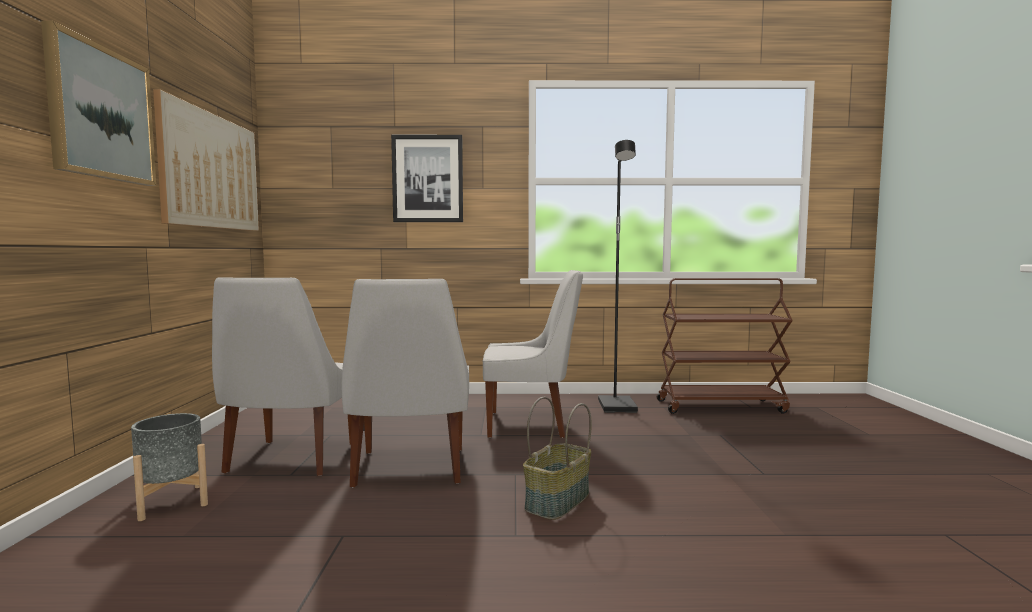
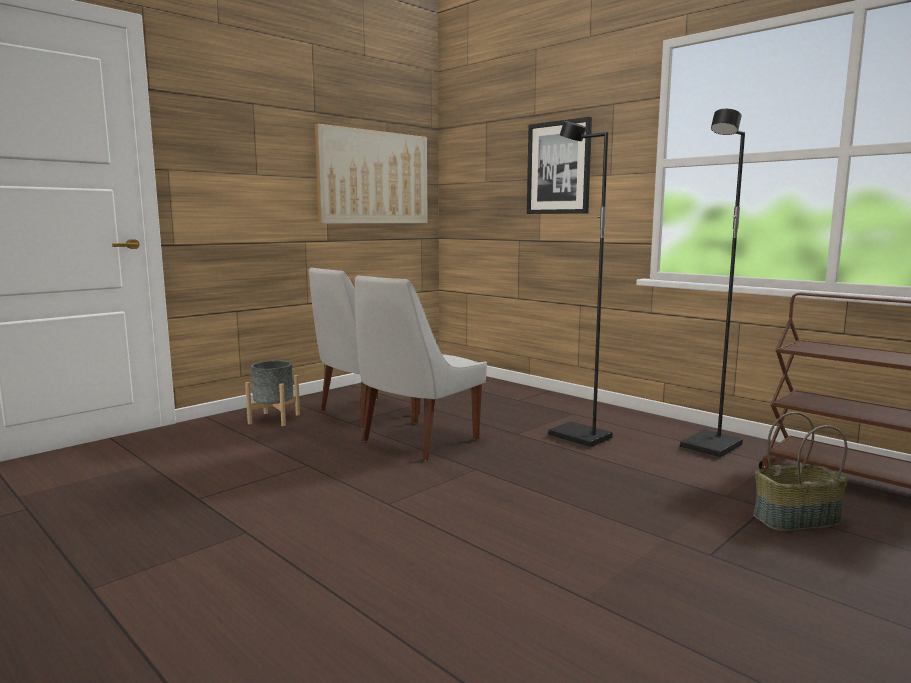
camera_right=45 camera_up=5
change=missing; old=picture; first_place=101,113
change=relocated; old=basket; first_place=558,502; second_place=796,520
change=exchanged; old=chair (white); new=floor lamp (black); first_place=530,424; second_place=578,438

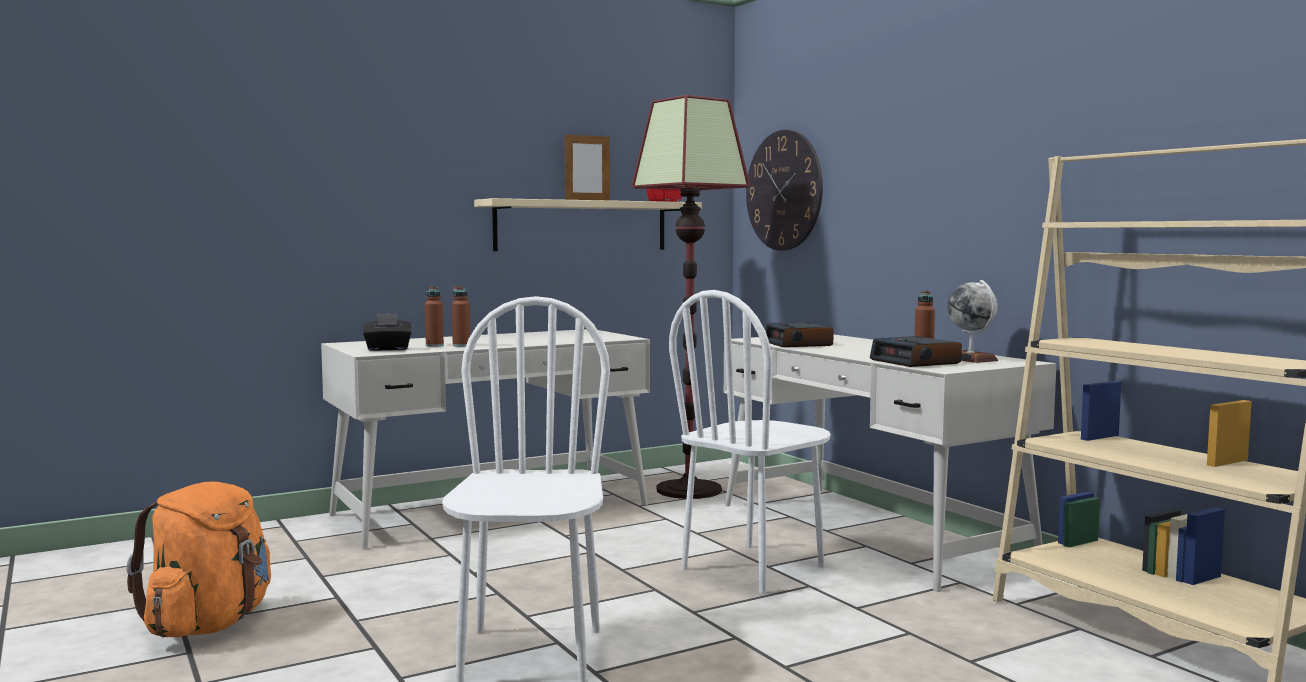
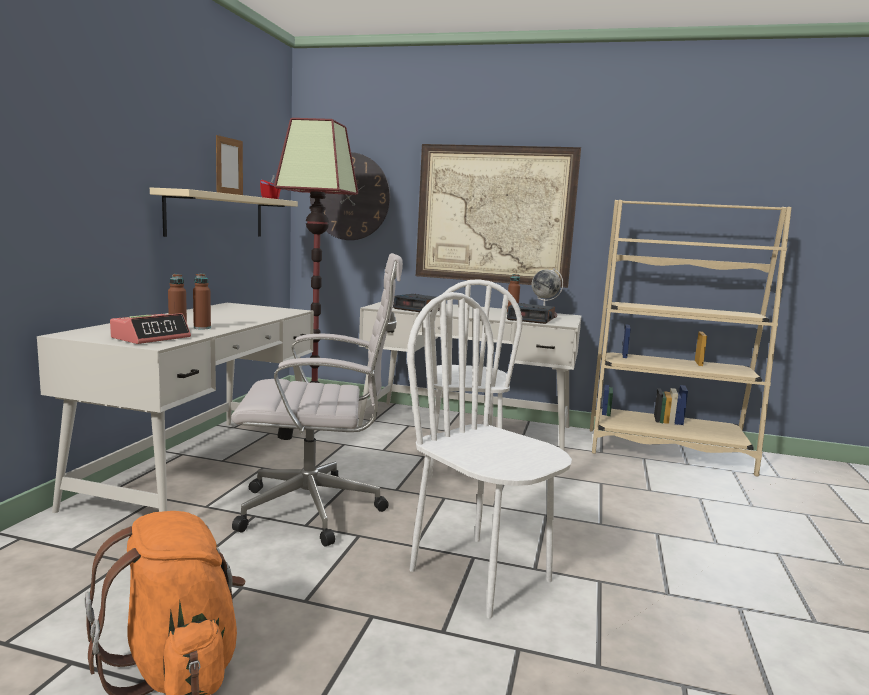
camera_right=-45 camera_up=5
change=appeared; new=office chair (white); second_place=317,510
change=appeared; new=picture; second_place=494,215
change=exchanged; old=tissue box (black); new=alarm clock; first_place=388,349; second_place=151,338

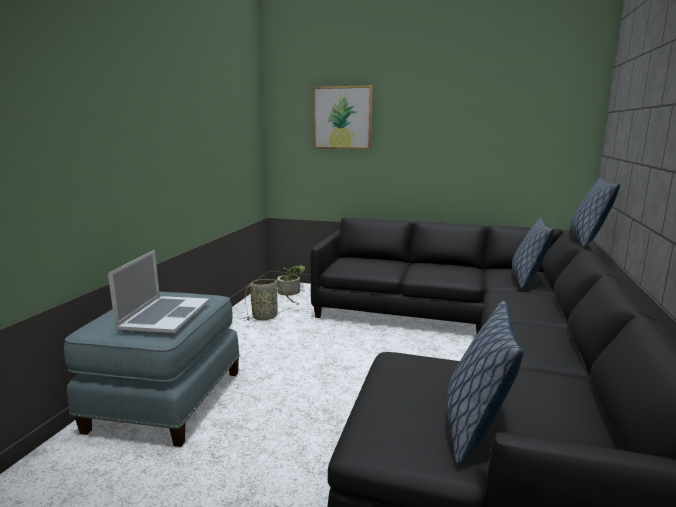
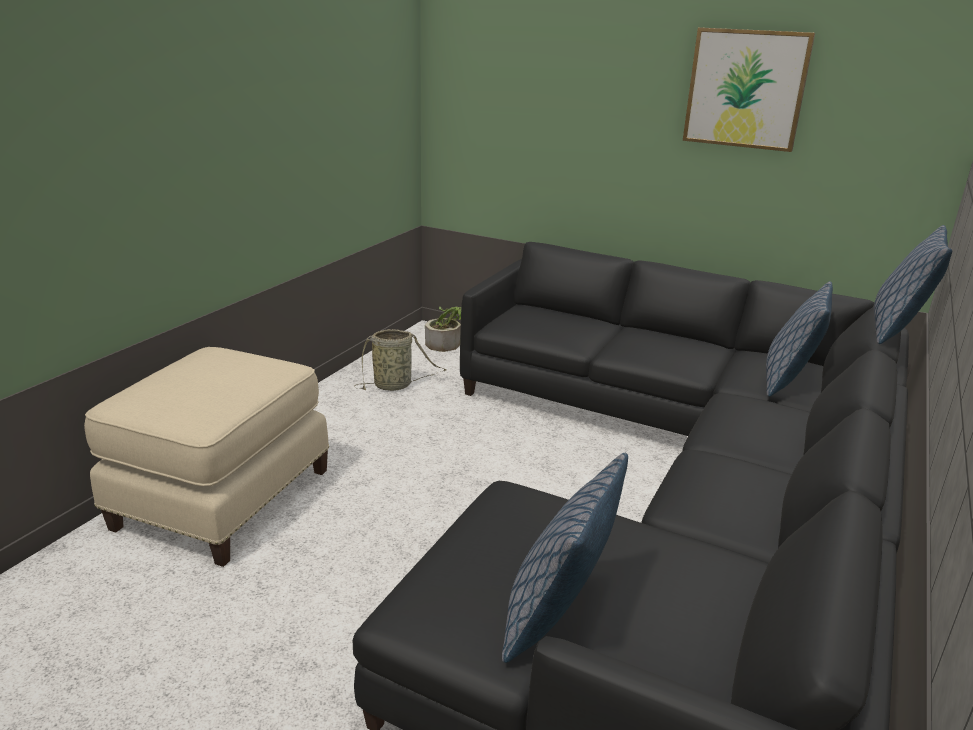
camera_right=10 camera_up=10
change=missing; old=laptop; first_place=164,314
change=relocated; old=picture; first_place=342,118; second_place=746,89
change=colour; old=ottoman (blue); new=ottoman (beige); first_place=165,399; second_place=221,497

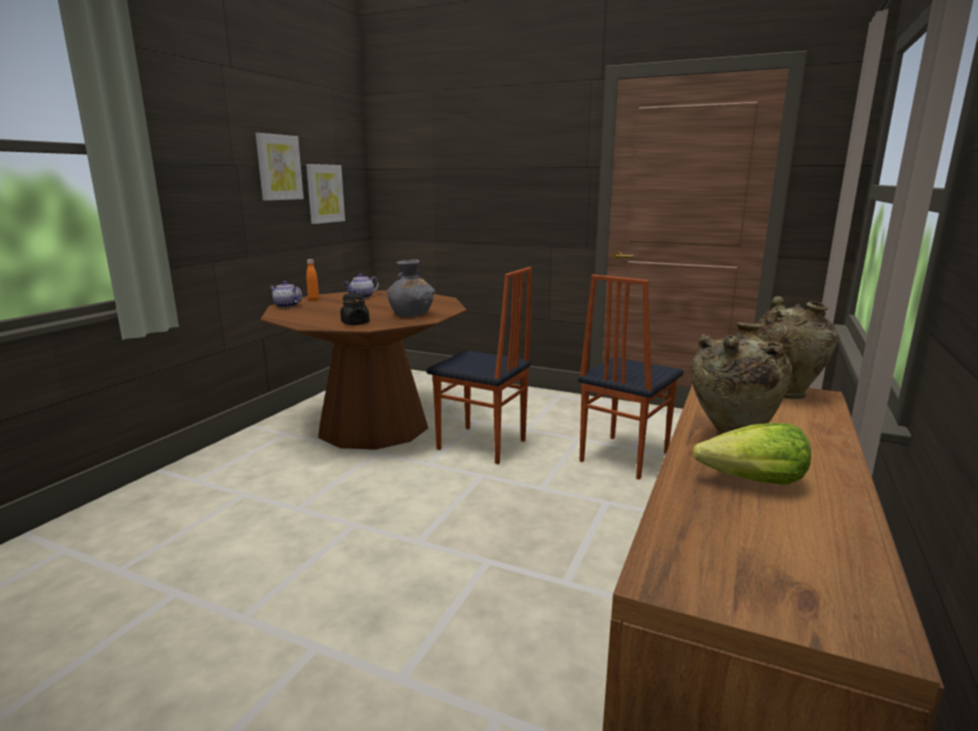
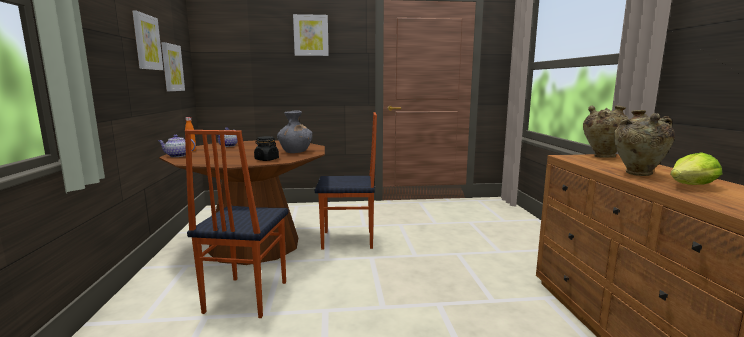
camera_right=-30 camera_up=-5
change=appeared; new=picture; second_place=311,35
change=relocated; old=chair; first_place=622,456; second_place=245,297

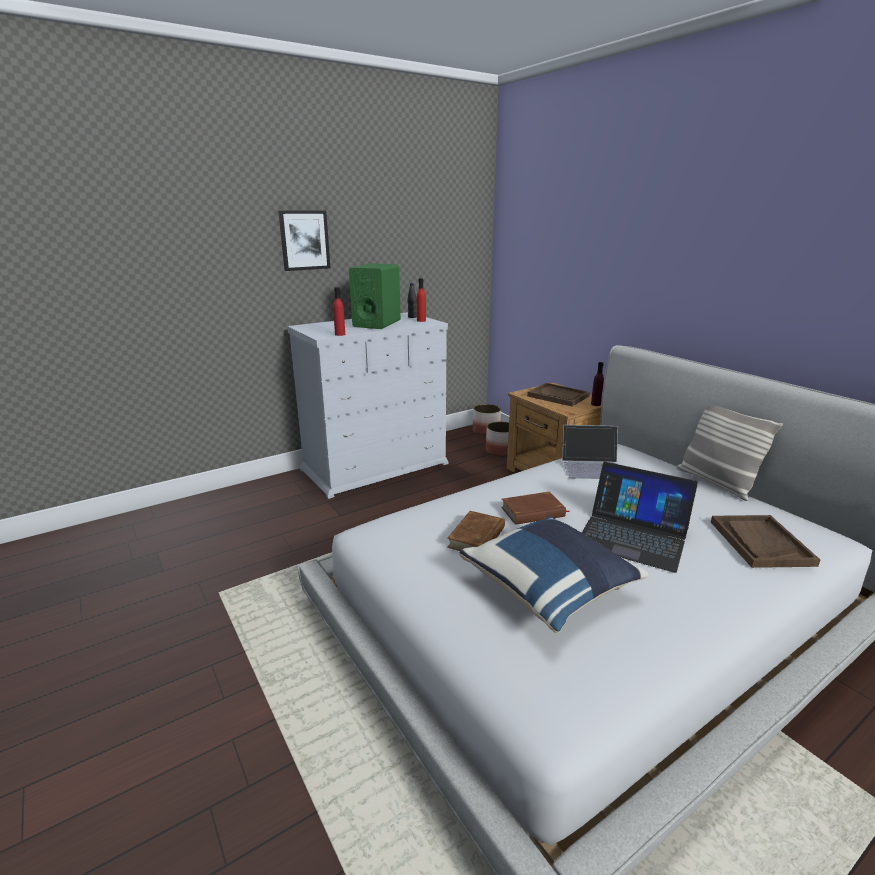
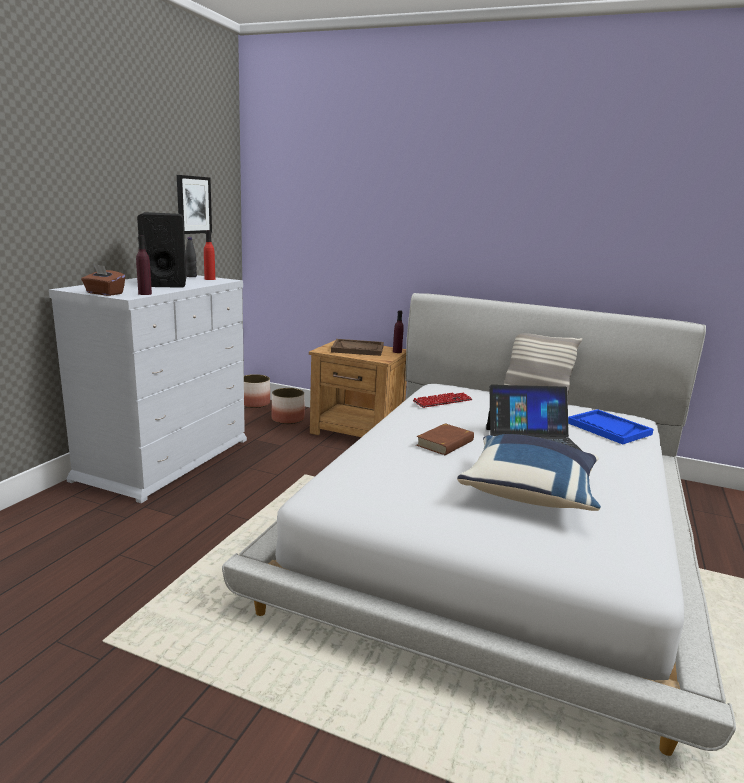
camera_right=-35 camera_up=-5
change=missing; old=book (brown); first_place=477,537
change=appeared; new=tissue box (brown); second_place=104,293
change=relocated; old=picture; first_place=304,240; second_place=193,205
change=exchanged; old=laptop; new=keyboard; first_place=592,466; second_place=442,401
change=colour; old=bottle (red); new=bottle (purple); first_place=340,334; second_place=145,294
change=colour; old=speaker (green); new=speaker (black); first_place=377,323; second_place=165,283
change=colour; old=tray (brown); new=tray (blue); first_place=760,542; second_place=608,428

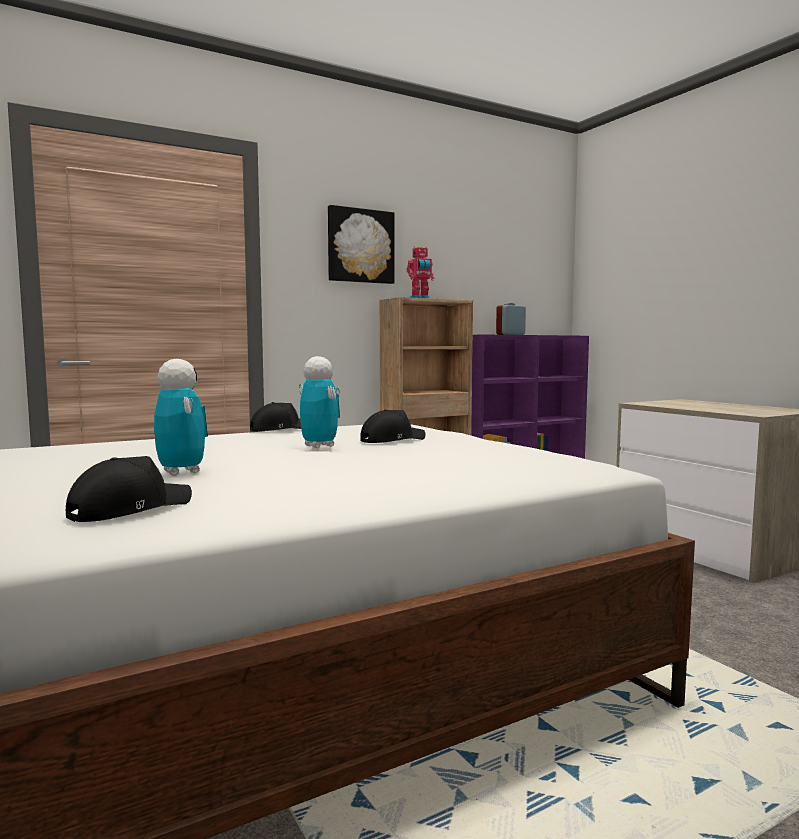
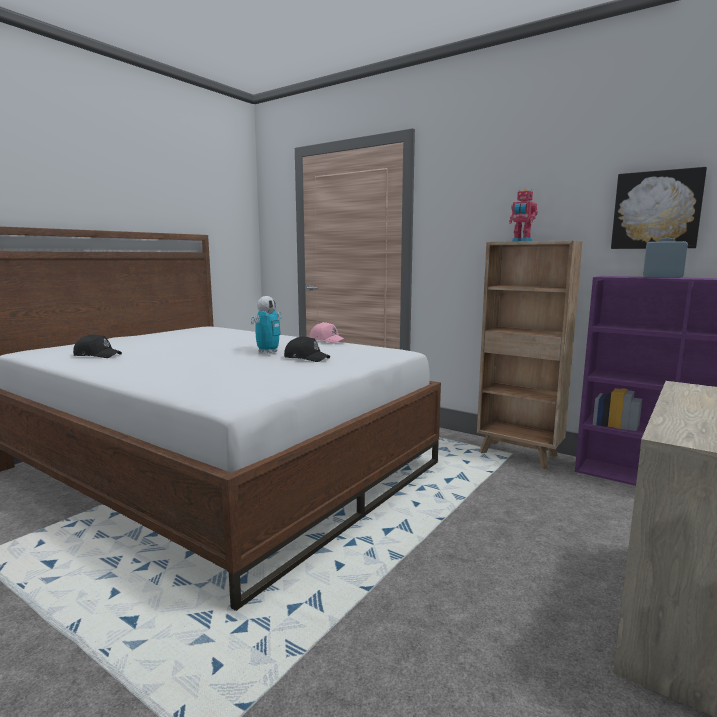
camera_right=65 camera_up=5
change=missing; old=toy robot; first_place=181,472
change=relocated; old=picture; first_place=360,246; second_place=656,210
change=colour; old=cap (black); new=cap (pink); first_place=280,429; second_place=327,340

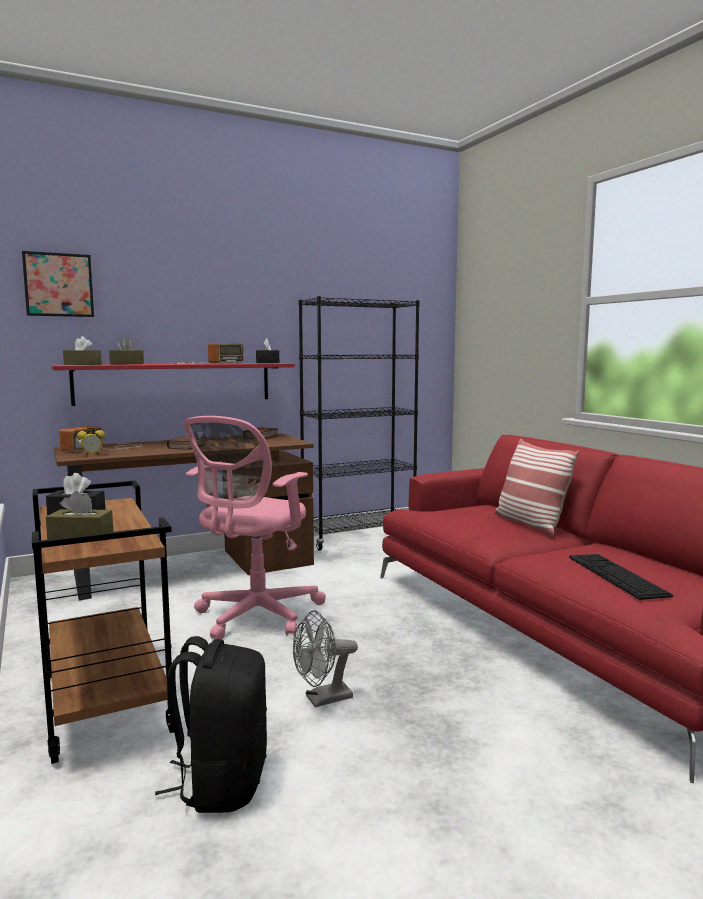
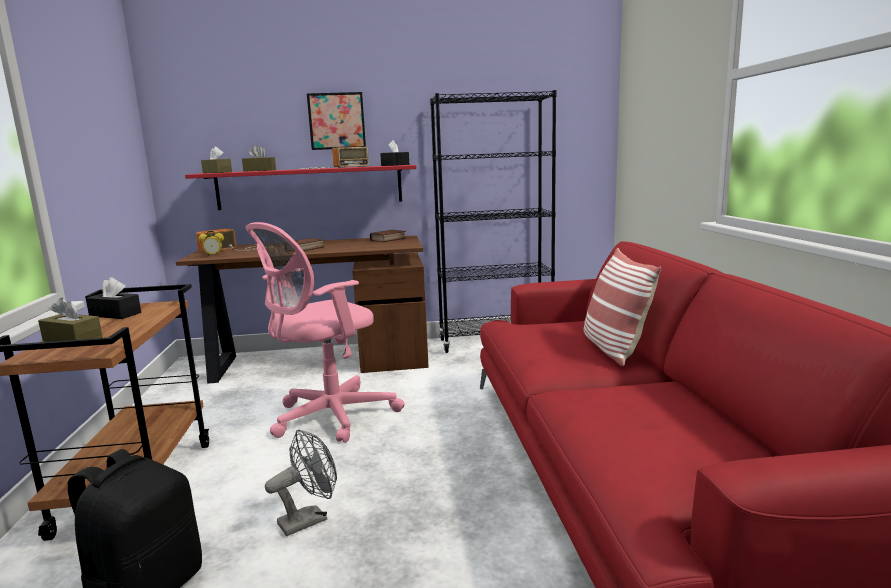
camera_right=20 camera_up=5
change=missing; old=keyboard; first_place=616,575
change=relocated; old=picture; first_place=58,285; second_place=336,121
change=spun; old=fan (grey); first_place=322,699; second_place=309,519; degrees=150

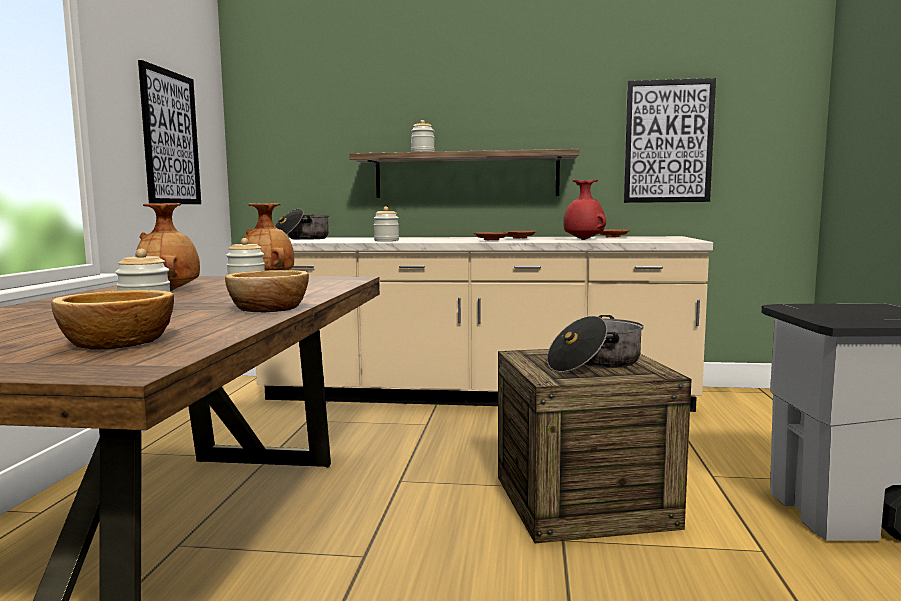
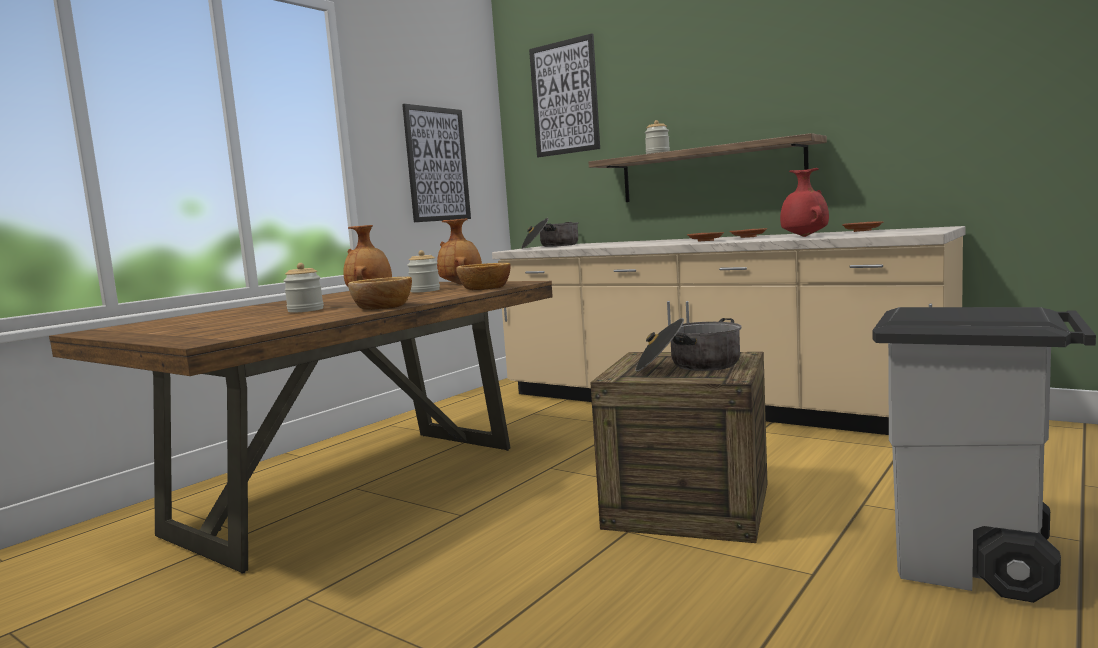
camera_right=30 camera_up=0
change=missing; old=jar; first_place=386,240
change=relocated; old=bowl; first_place=117,343; second_place=484,288
change=relocated; old=picture; first_place=668,141; second_place=565,98

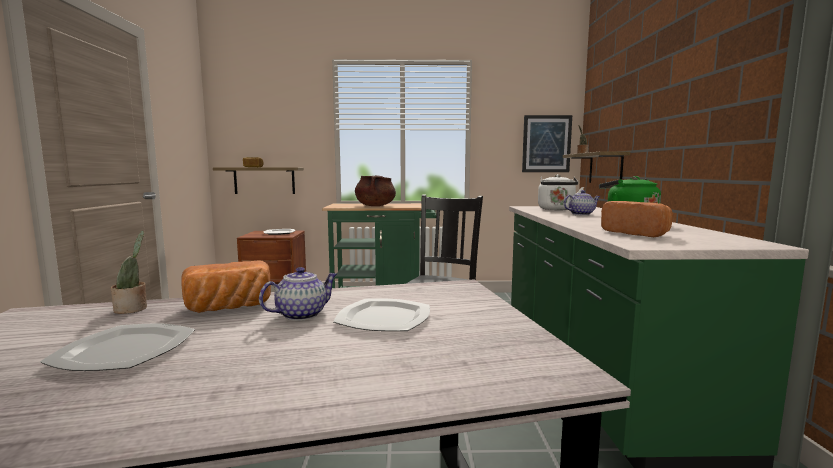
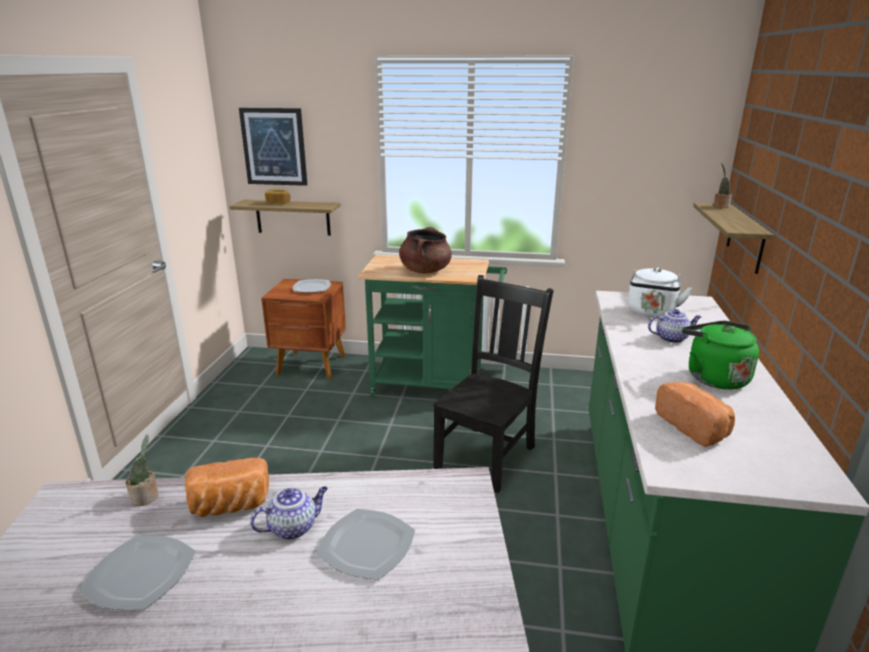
camera_right=10 camera_up=15
change=relocated; old=picture; first_place=546,144; second_place=274,147

